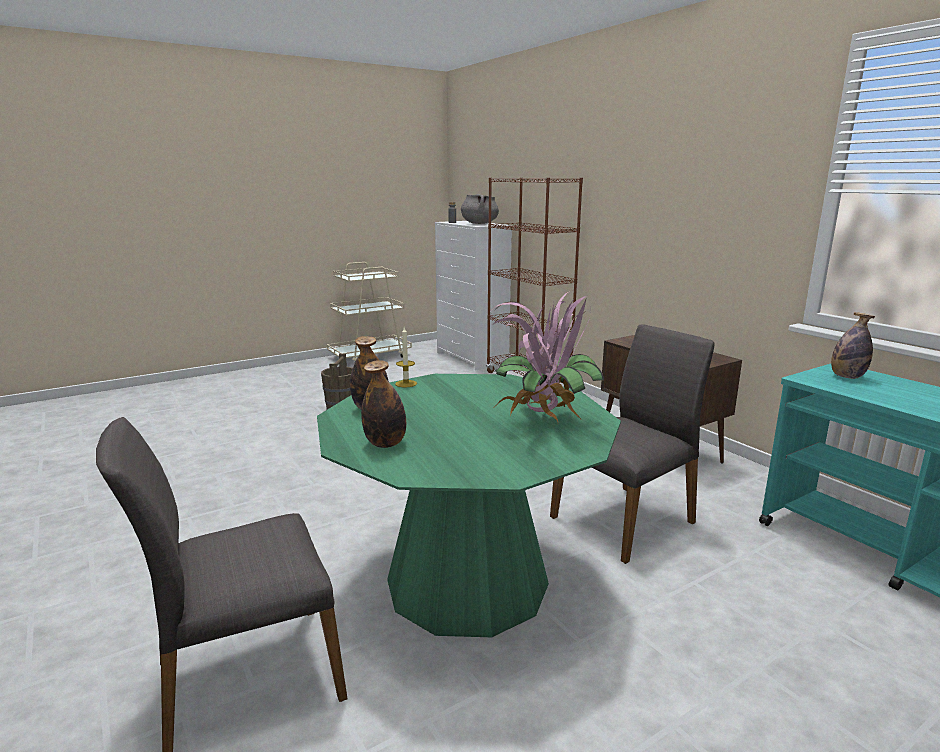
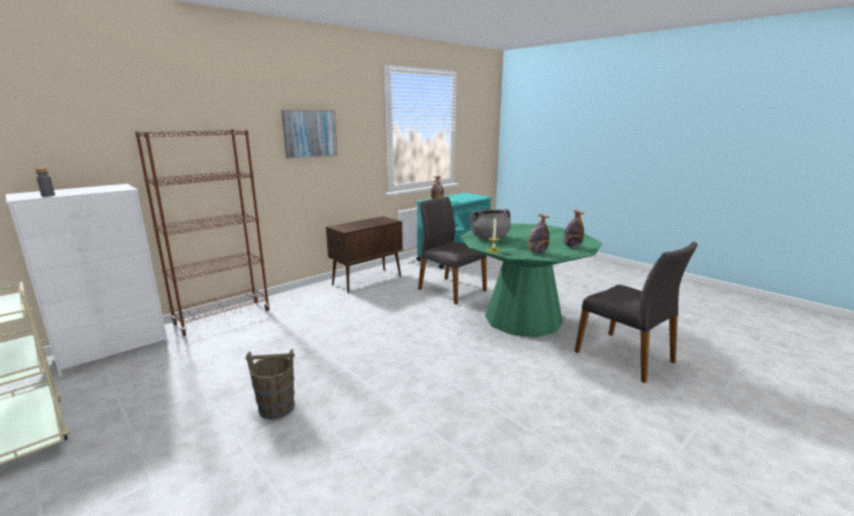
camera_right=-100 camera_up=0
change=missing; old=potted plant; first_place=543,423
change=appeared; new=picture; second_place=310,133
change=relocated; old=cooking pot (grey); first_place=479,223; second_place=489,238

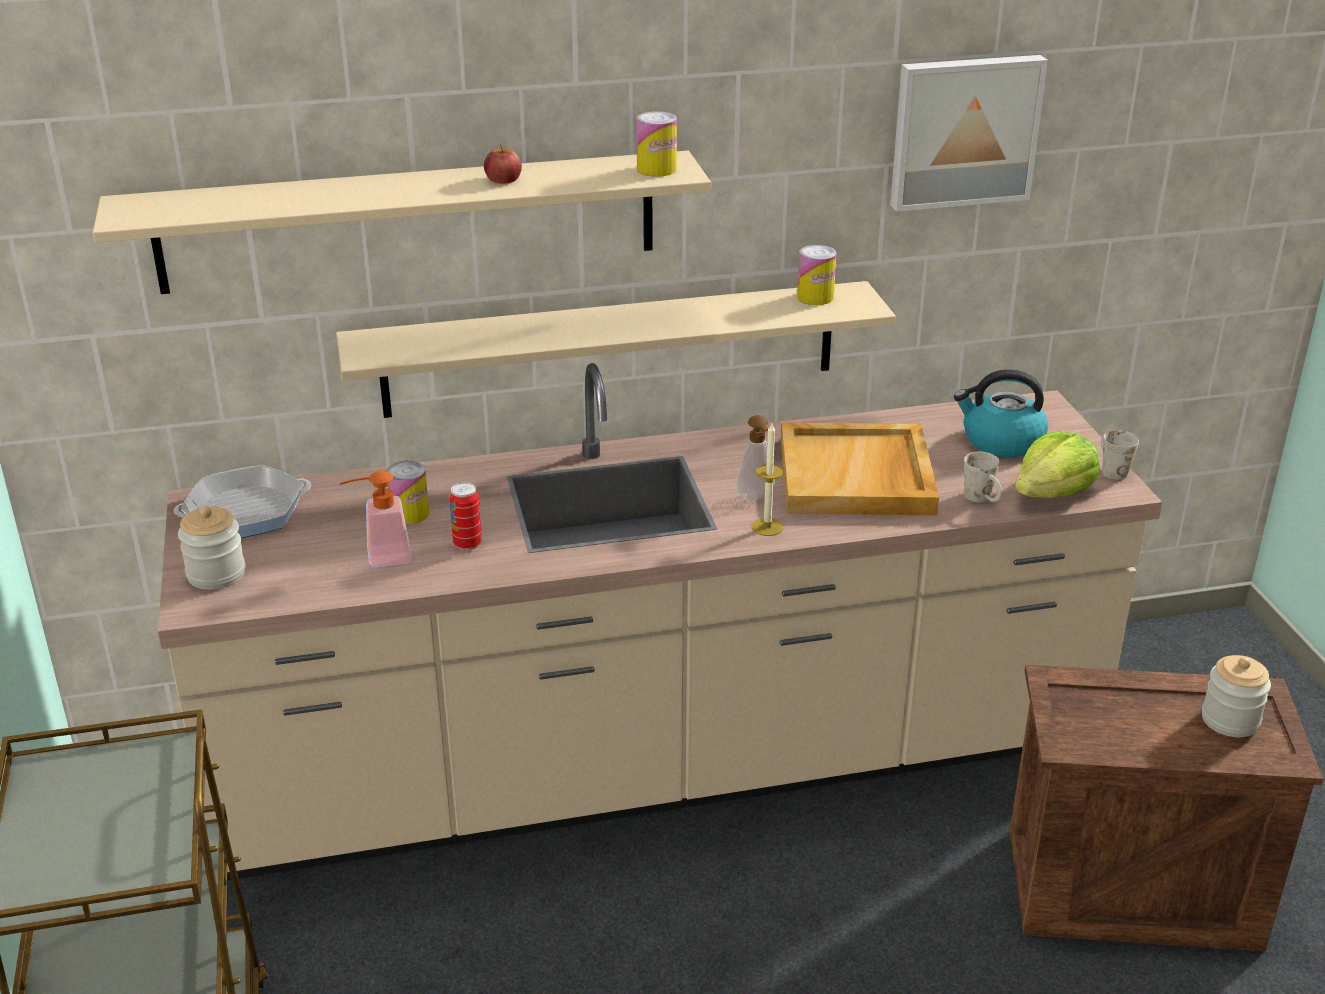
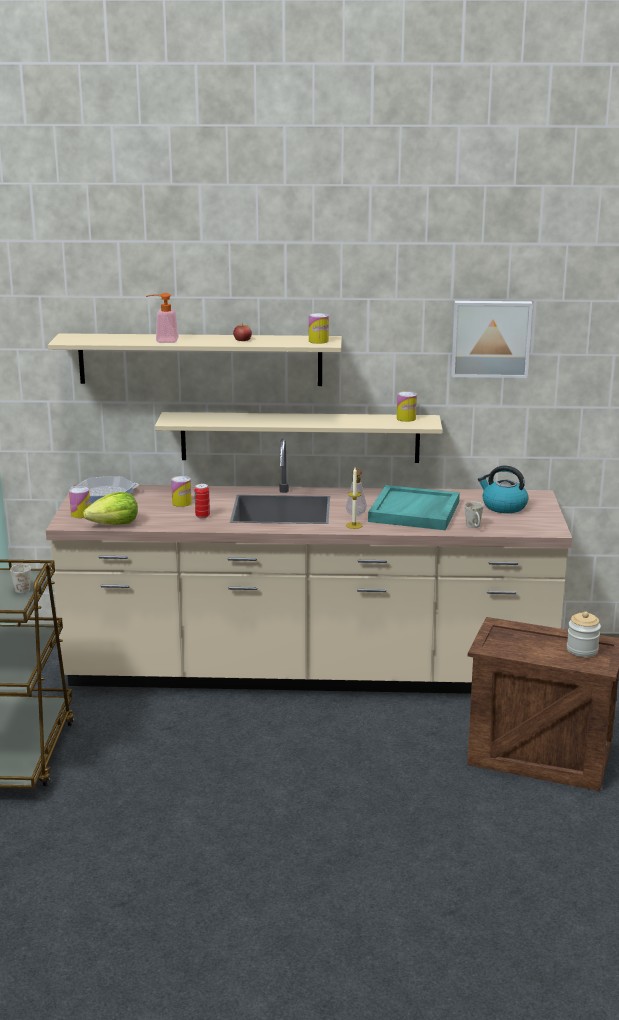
camera_right=15 camera_up=-10
change=relocated; old=soap dispenser; first_place=380,557; second_place=162,340
change=relocated; old=lettuce; first_place=1052,493; second_place=114,524
change=relocated; old=mug (white); first_place=1110,469; second_place=23,588
change=exchanged; old=jar; new=can; first_place=216,574; second_place=80,514
change=colour; old=tray (beige); new=tray (turquoise); first_place=857,476; second_place=415,512

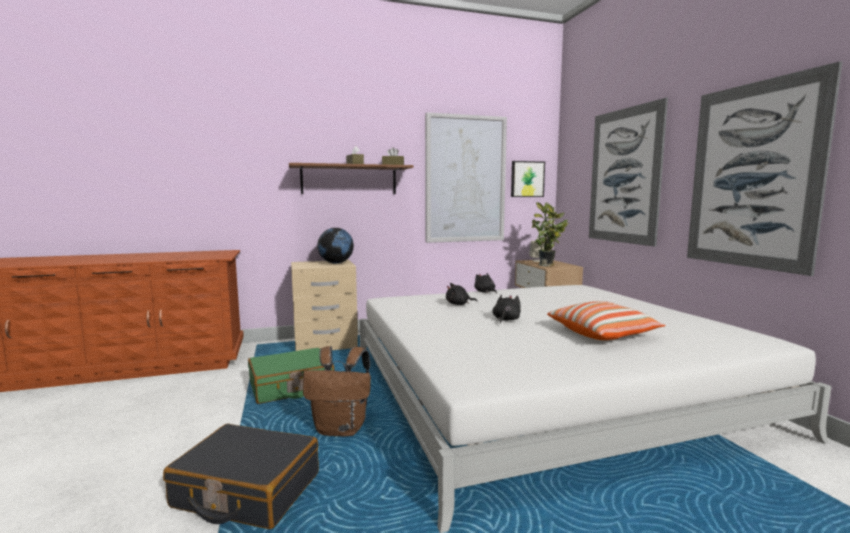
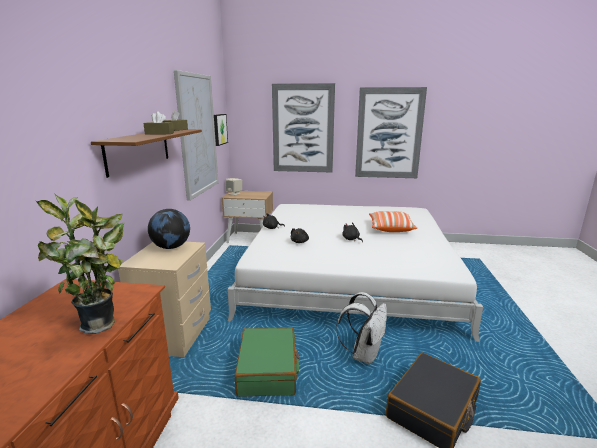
camera_right=-65 camera_up=10
change=relocated; old=potted plant; first_place=548,265; second_place=103,324
change=colour; old=backpack (brown); new=backpack (white); first_place=342,429; second_place=364,354

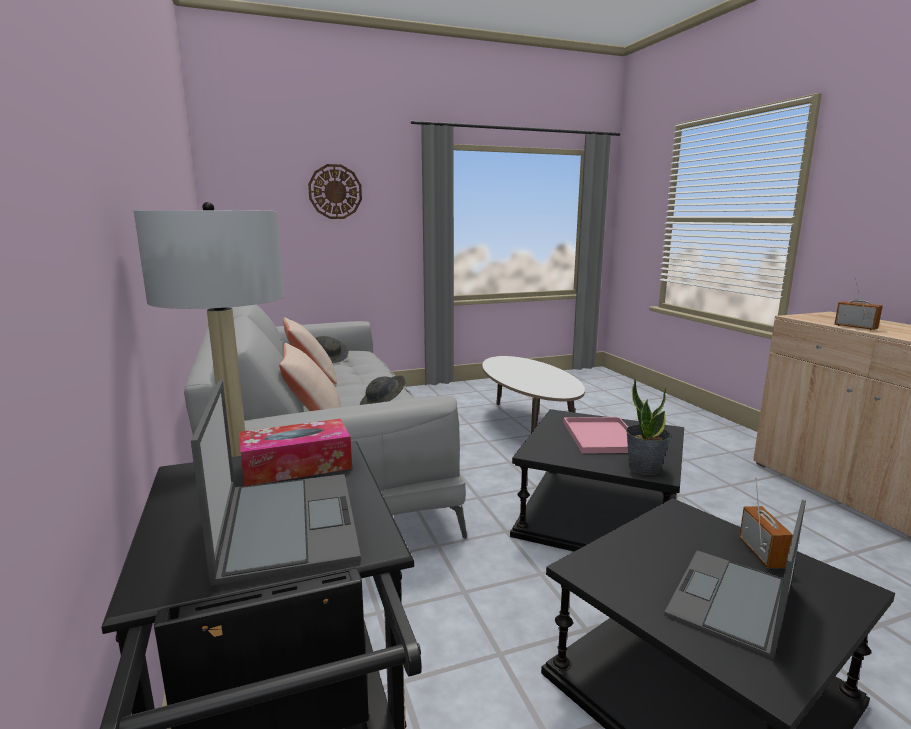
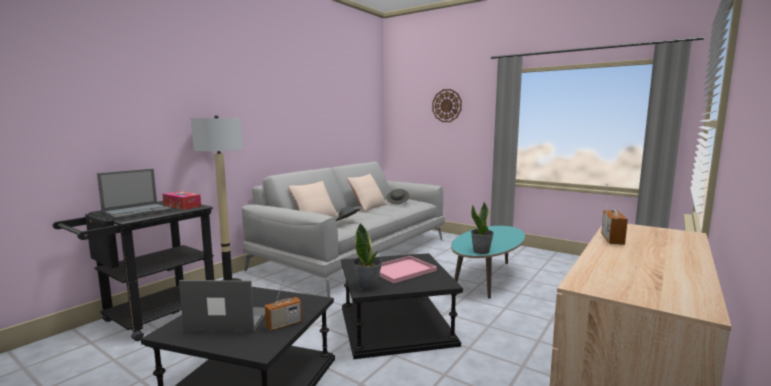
camera_right=55 camera_up=-5
change=appeared; new=potted plant; second_place=481,251
change=colour; old=coffee table (white); new=coffee table (turquoise); first_place=527,427; second_place=487,279

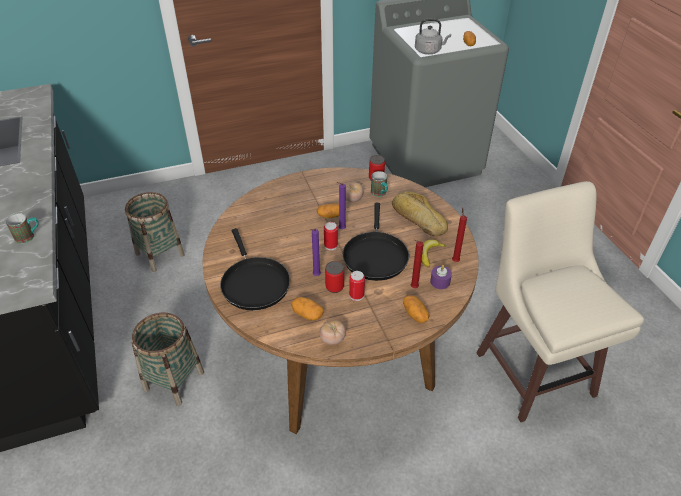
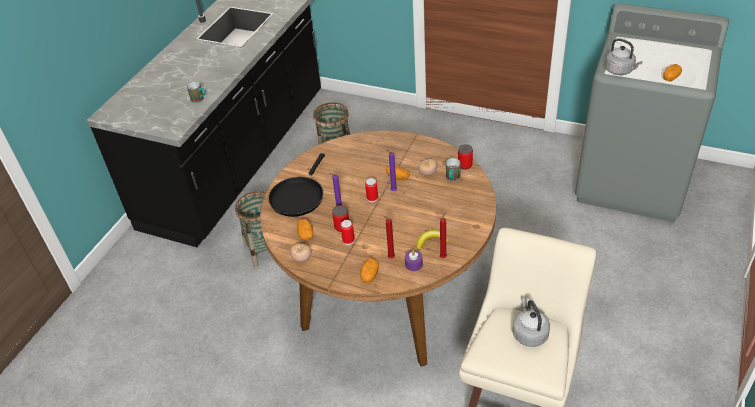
camera_right=45 camera_up=0
change=missing; old=frying pan (black); first_place=375,255
change=missing; old=bread; first_place=417,219
change=appeared; new=kettle (grey); second_place=529,333

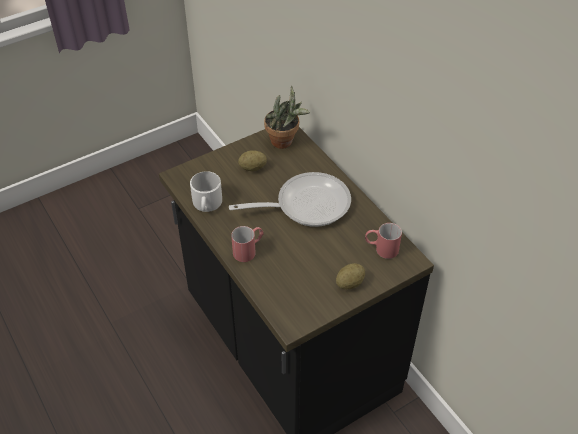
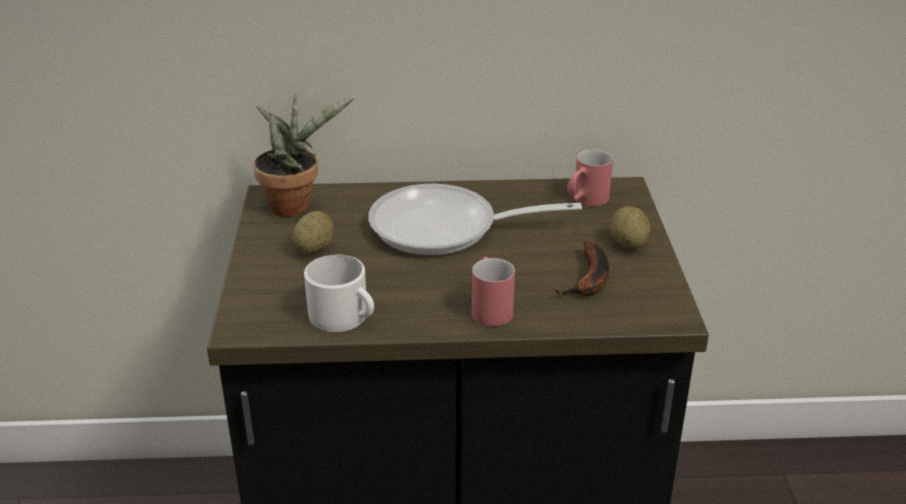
camera_right=-60 camera_up=-15
change=appeared; new=banana; second_place=590,280
change=spun; old=frying pan; first_place=306,205; second_place=445,229; degrees=-105

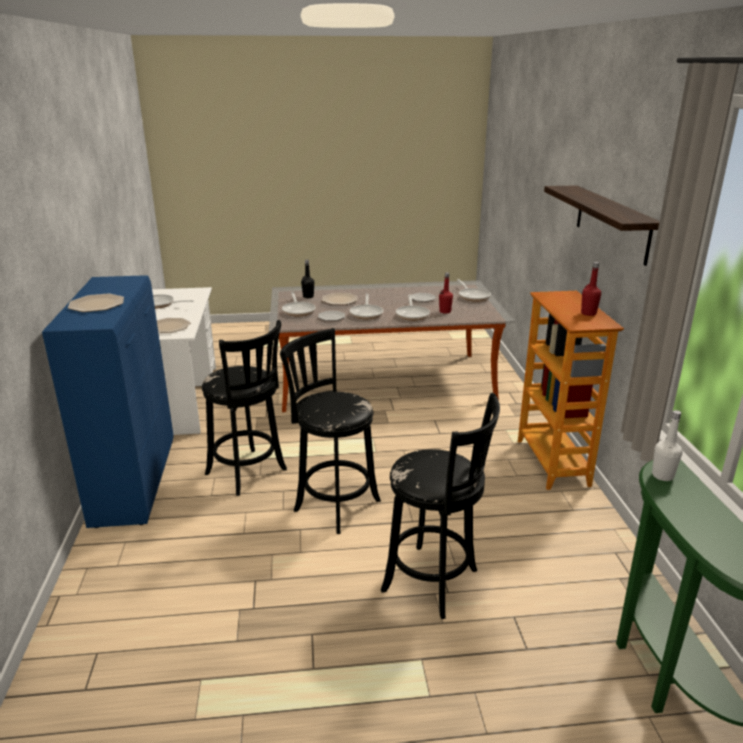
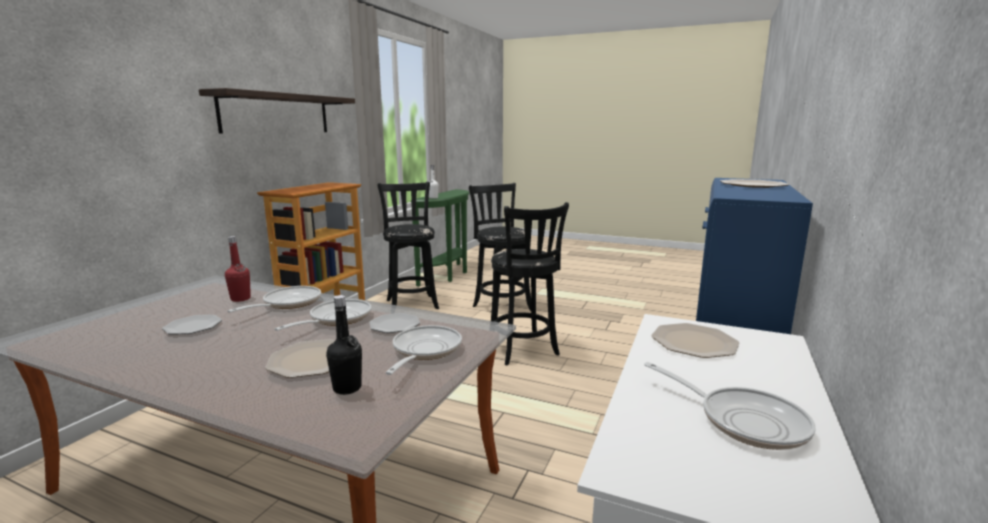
camera_right=-150 camera_up=-10
change=missing; old=frying pan; first_place=473,296
change=missing; old=bottle (red); first_place=588,313
change=relocated; old=stool (black); first_place=248,473; second_place=411,303

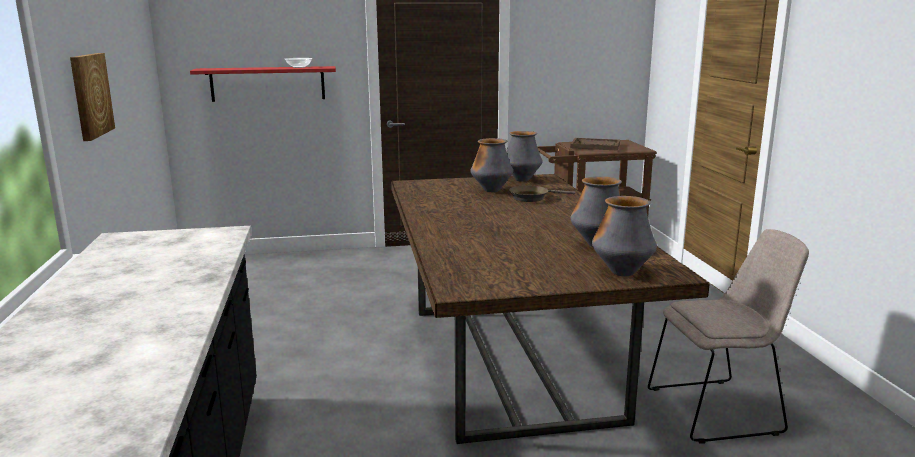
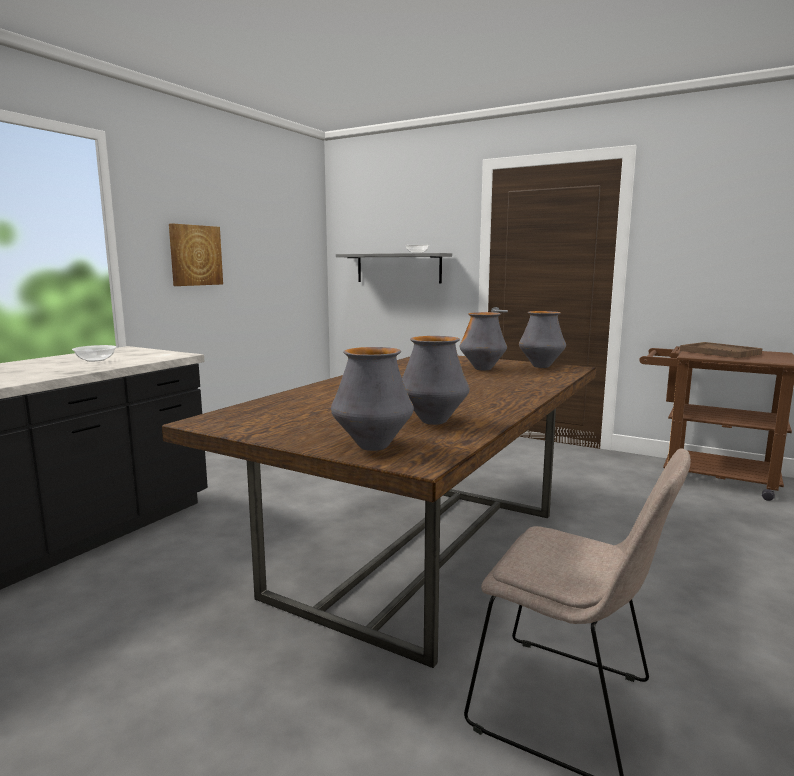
camera_right=40 camera_up=-5
change=missing; old=frying pan (brown); first_place=532,198
change=appeared; new=bowl; second_place=95,360
change=colour; old=shelf (red); new=shelf (grey); first_place=268,83; second_place=398,268

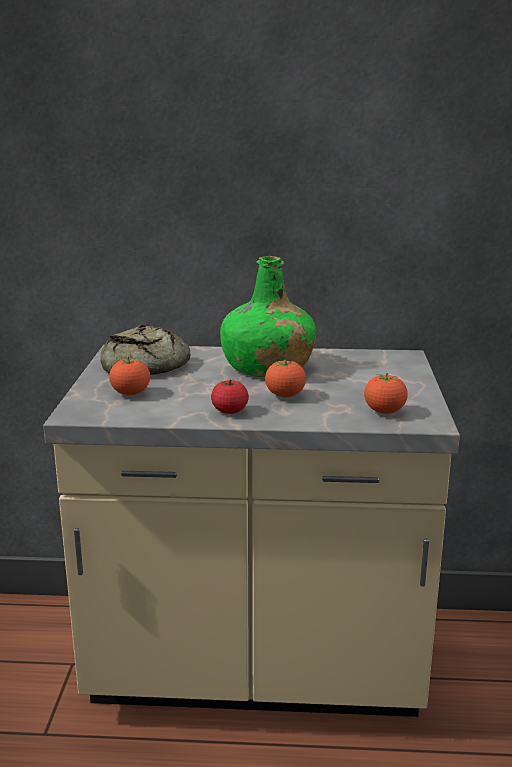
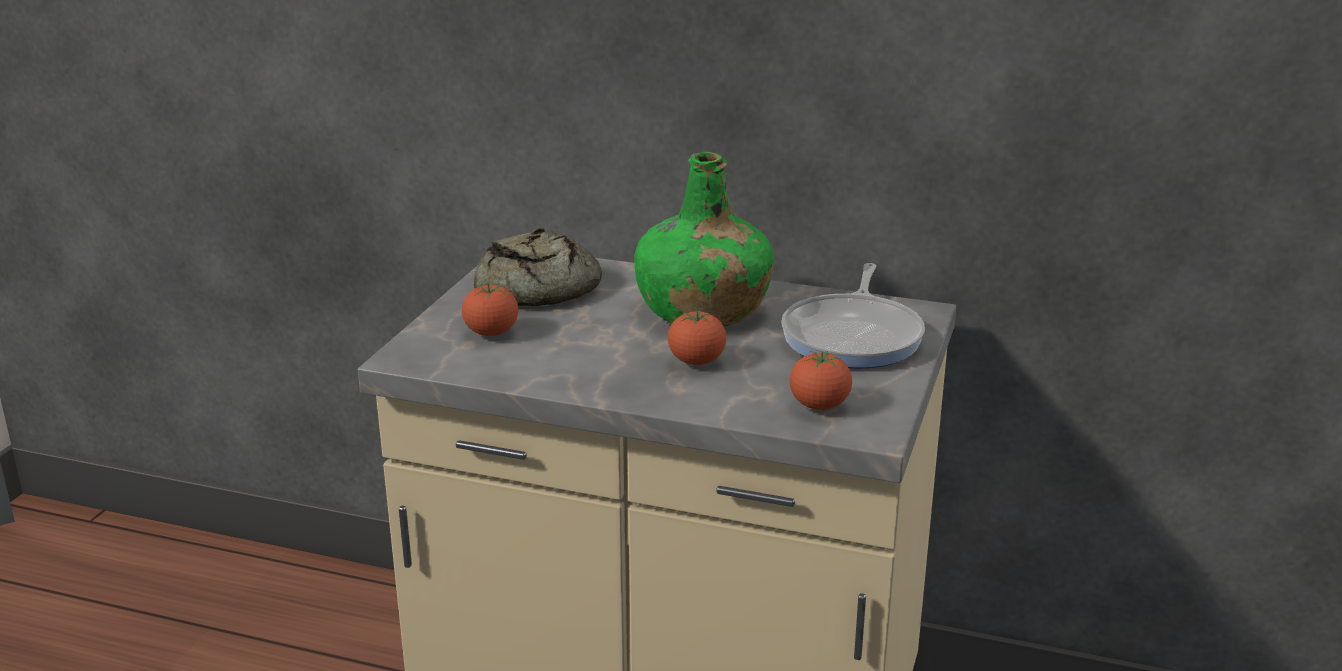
camera_right=15 camera_up=5
change=missing; old=tomato; first_place=230,411
change=appeared; new=frying pan; second_place=854,336

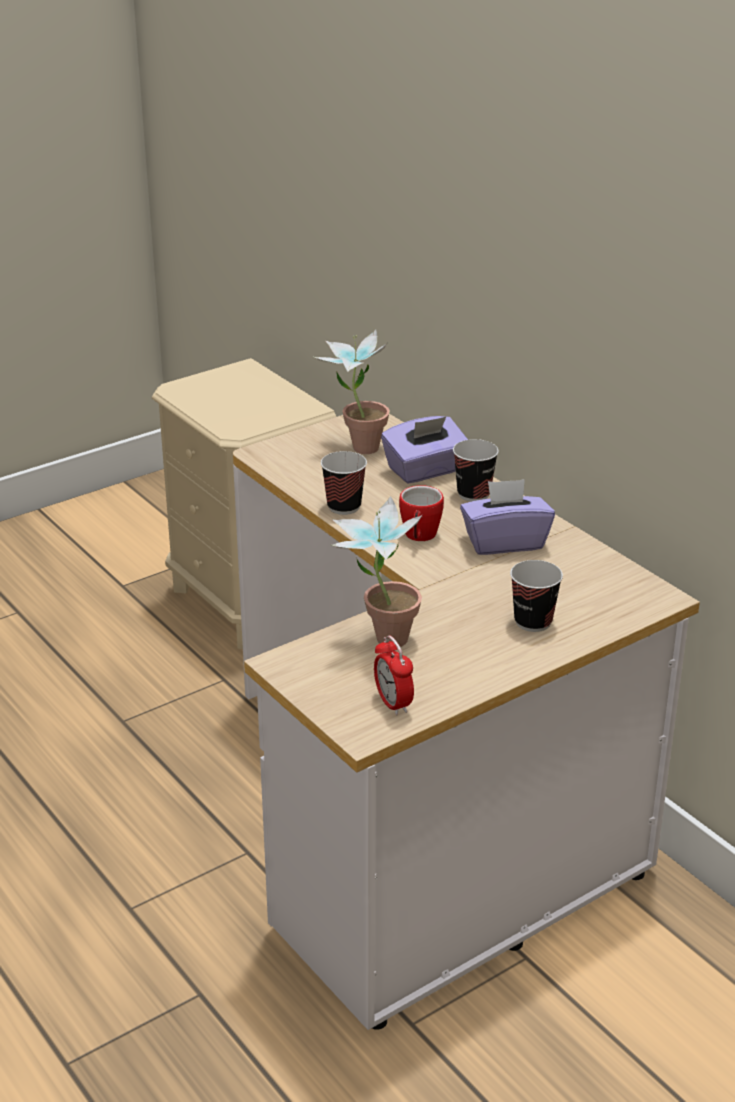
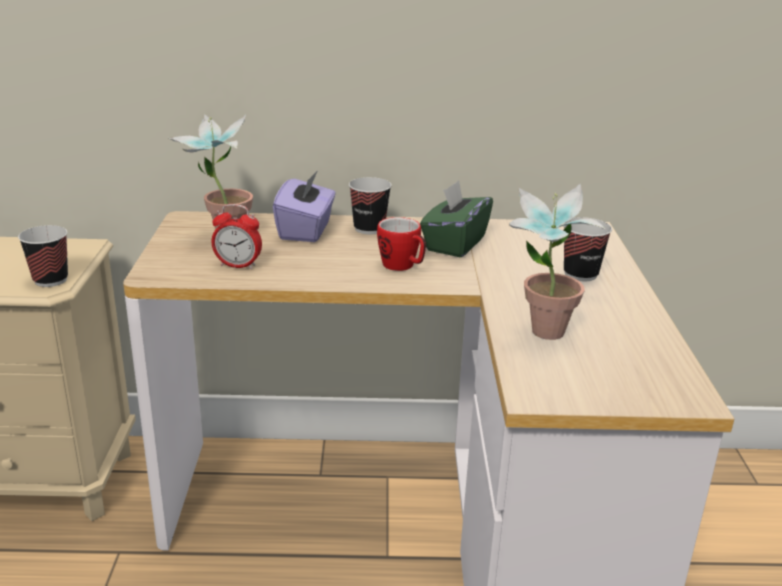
camera_right=-55 camera_up=-5
change=relocated; old=cup; first_place=344,506; second_place=50,280
change=relocated; old=alarm clock; first_place=393,703; second_place=238,265
change=colour; old=tissue box (purple); new=tissue box (green); first_place=504,542; second_place=454,244

